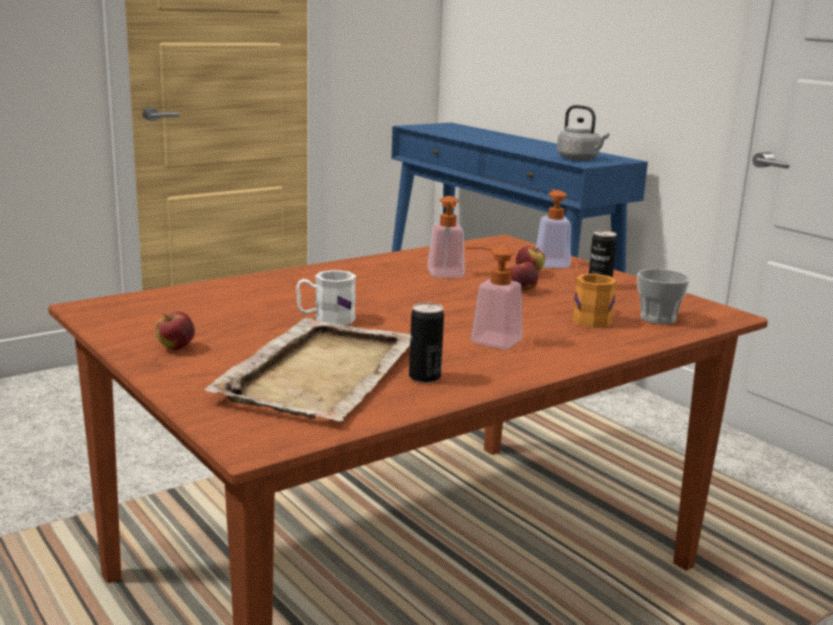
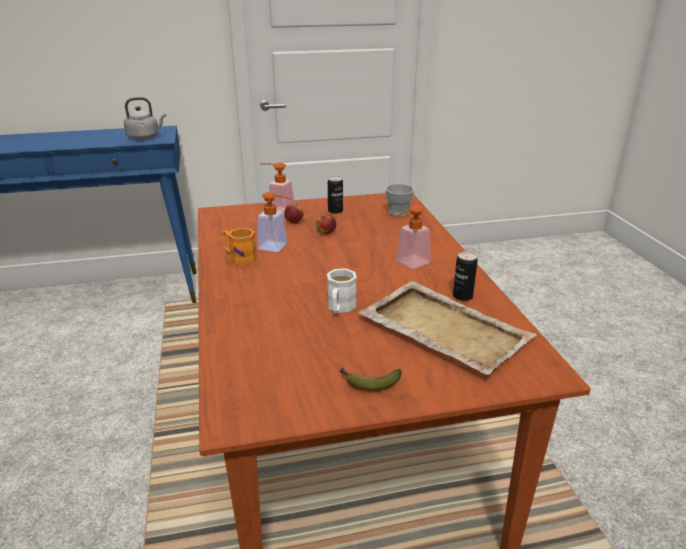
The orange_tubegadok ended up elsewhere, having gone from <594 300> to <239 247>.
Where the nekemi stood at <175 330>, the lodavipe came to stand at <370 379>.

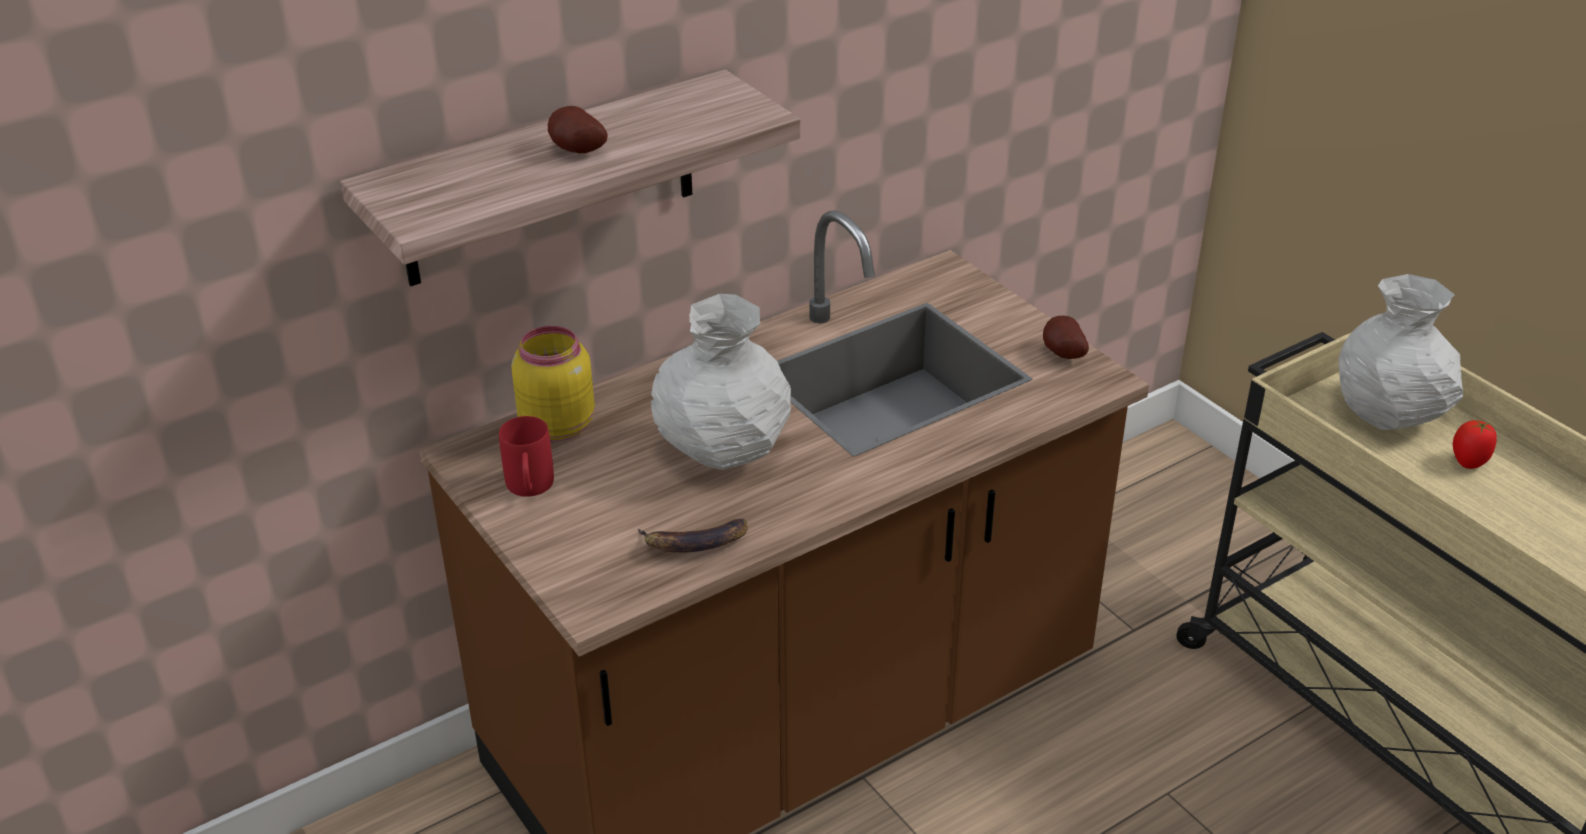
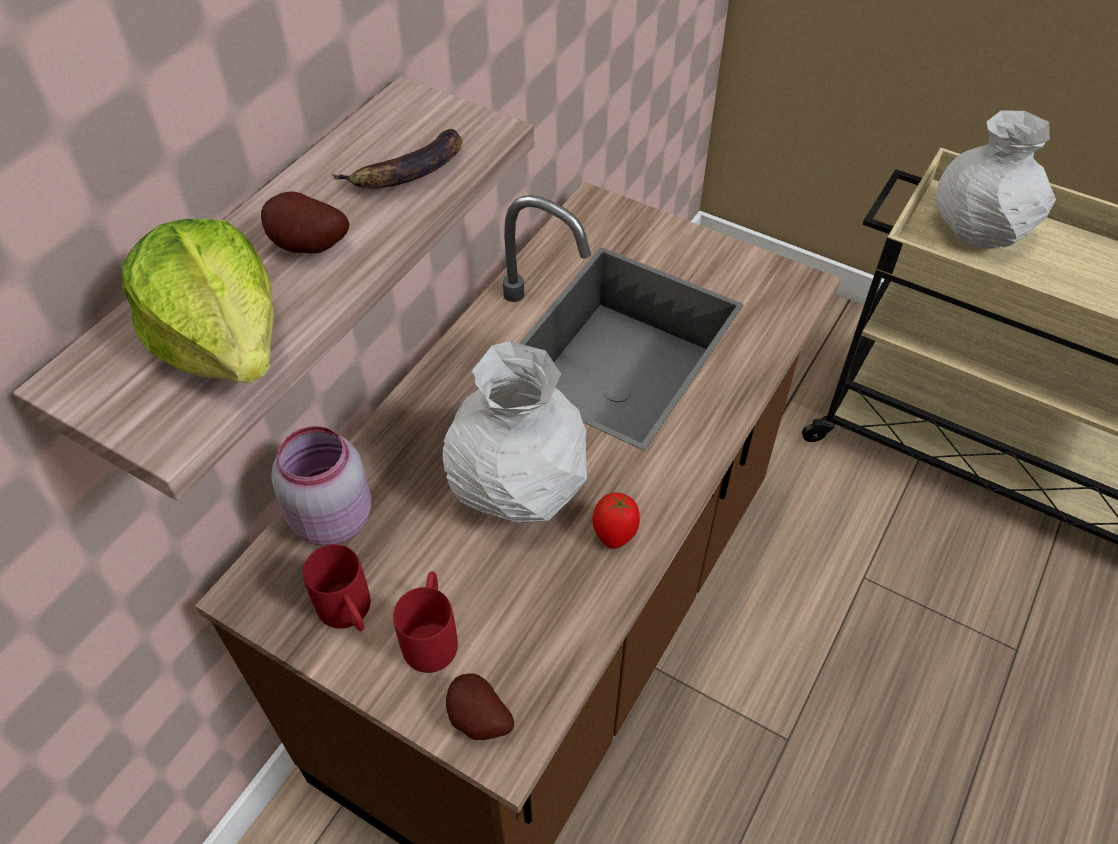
The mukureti ended up elsewhere, having gone from <1066 337> to <480 707>.
What was the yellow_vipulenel at <553 384> turned into the pink_vipulenel at <321 486>.
The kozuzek ended up elsewhere, having gone from <1475 444> to <616 520>.
The lodavipe ended up elsewhere, having gone from <693 535> to <397 158>.
The second view gained the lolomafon at <198 301>.
The second view gained the red_tubegadok at <425 622>.

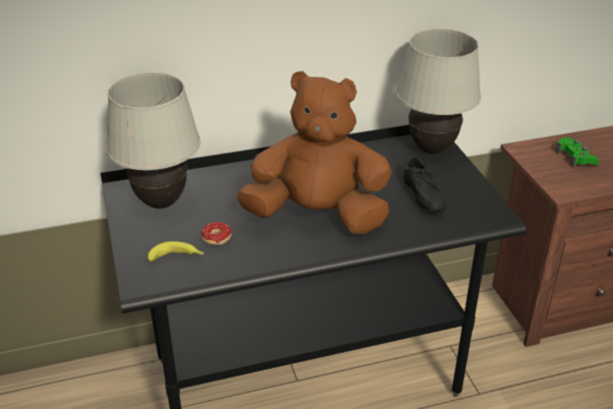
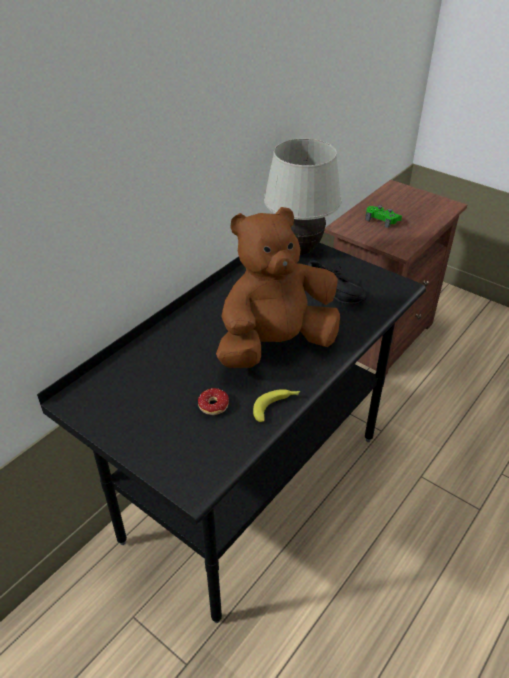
The second view lost the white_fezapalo at <153 140>.
The lodavipe ended up elsewhere, having gone from <176 251> to <276 405>.

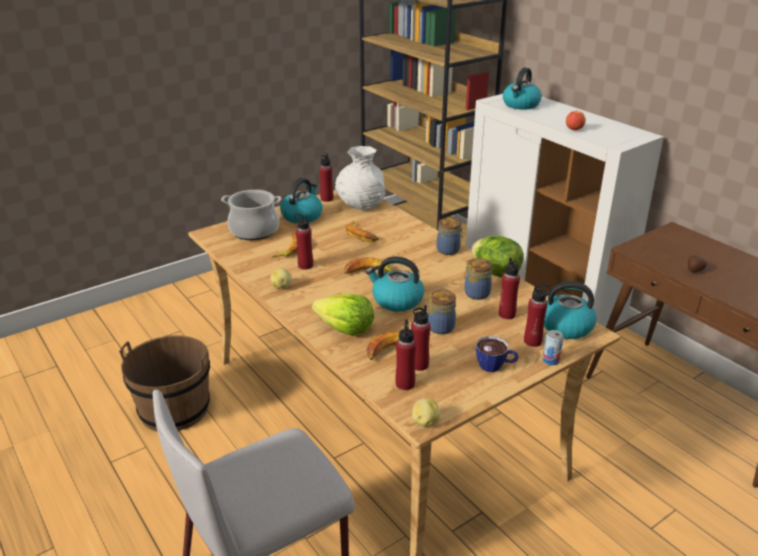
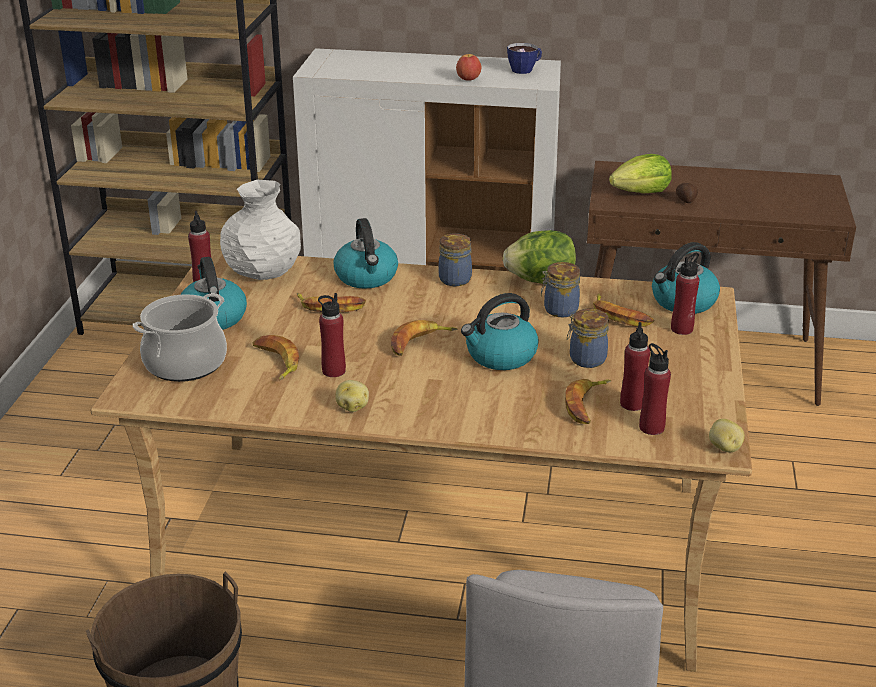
The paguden ended up elsewhere, having gone from <522 89> to <366 253>.
Where the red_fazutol stood at <509 288>, the lodavipe came to stand at <623 310>.
The lolomafon ended up elsewhere, having gone from <343 315> to <640 173>.
The second view lost the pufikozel at <552 347>.
The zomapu ended up elsewhere, having gone from <497 354> to <524 58>.

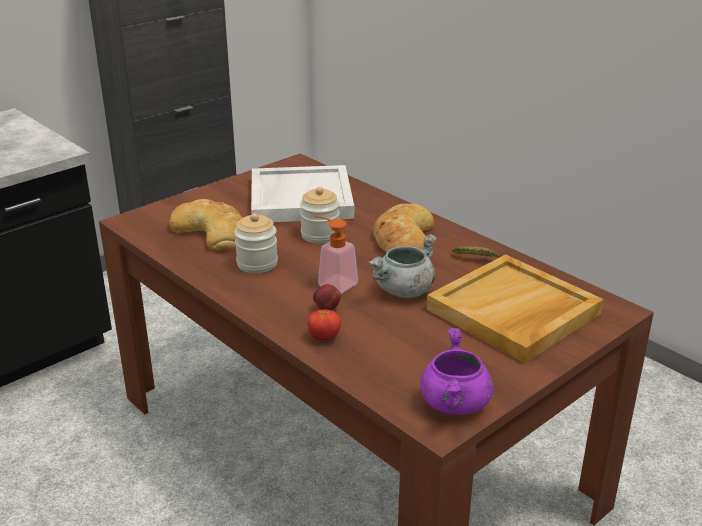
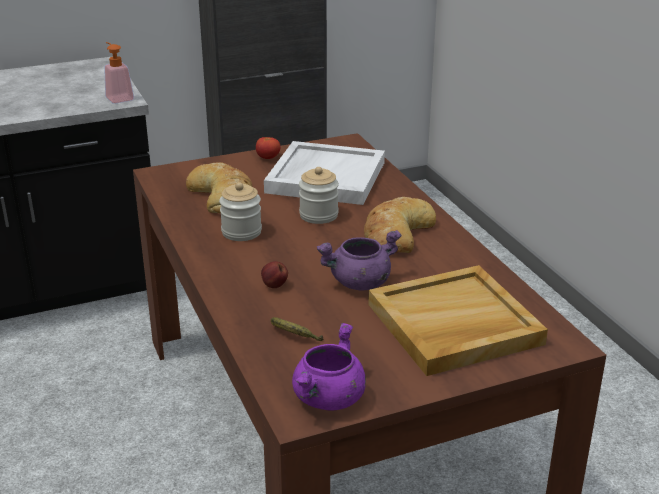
The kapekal ended up elsewhere, having gone from <336 255> to <119 73>.
What was the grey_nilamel at <402 266> turned into the purple_nilamel at <359 260>.
The lodavipe ended up elsewhere, having gone from <477 252> to <296 329>.
The kozuzek ended up elsewhere, having gone from <324 325> to <268 148>.

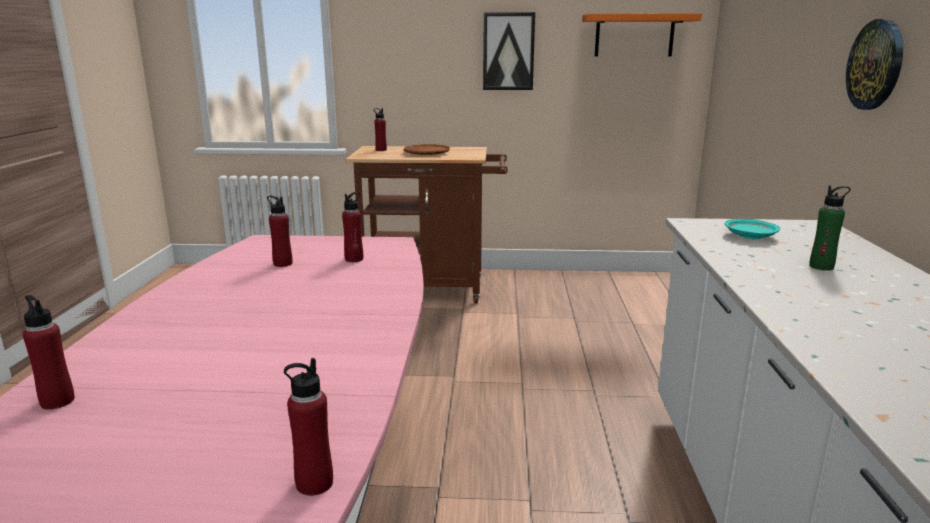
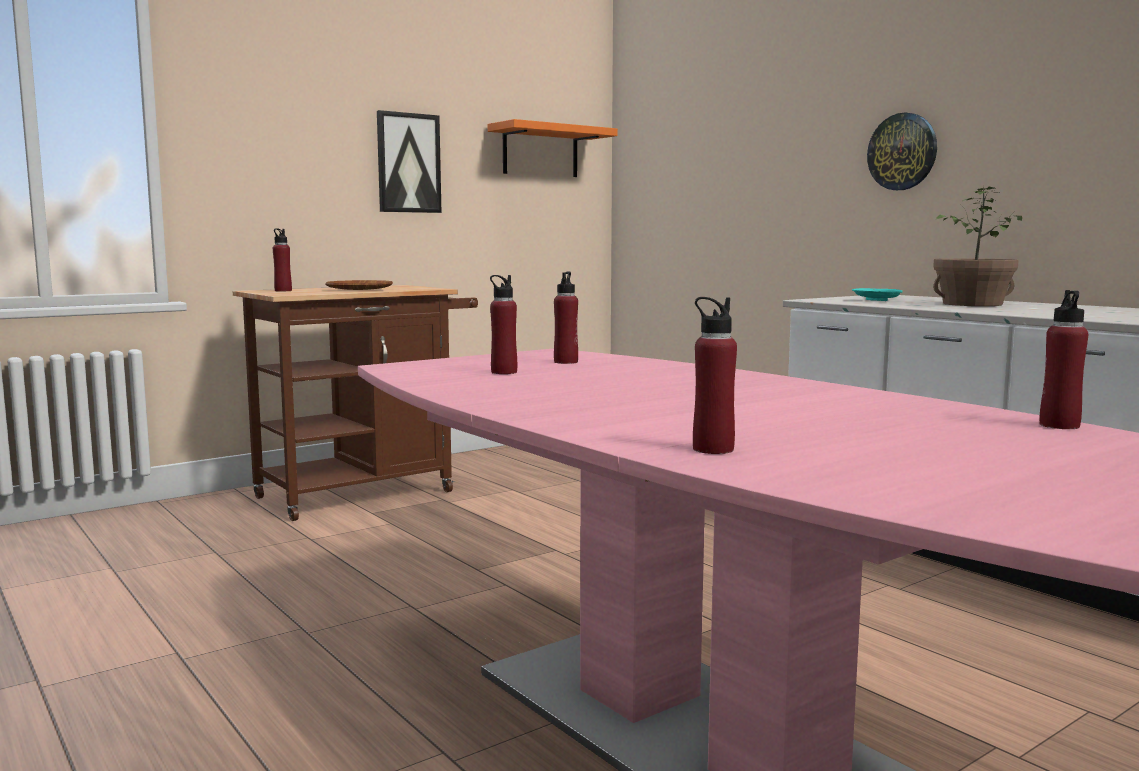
Where the green_fazutol stood at <830 228>, the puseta came to stand at <977 246>.

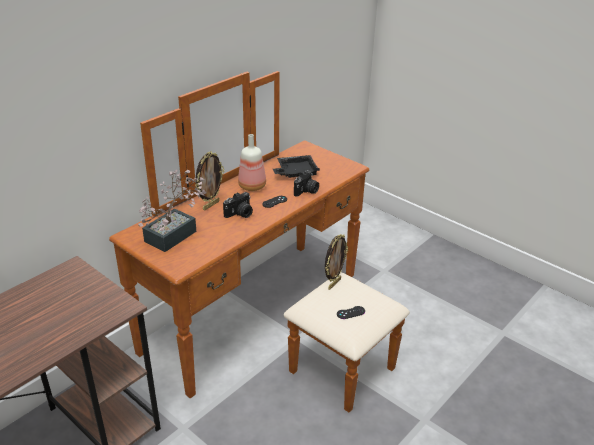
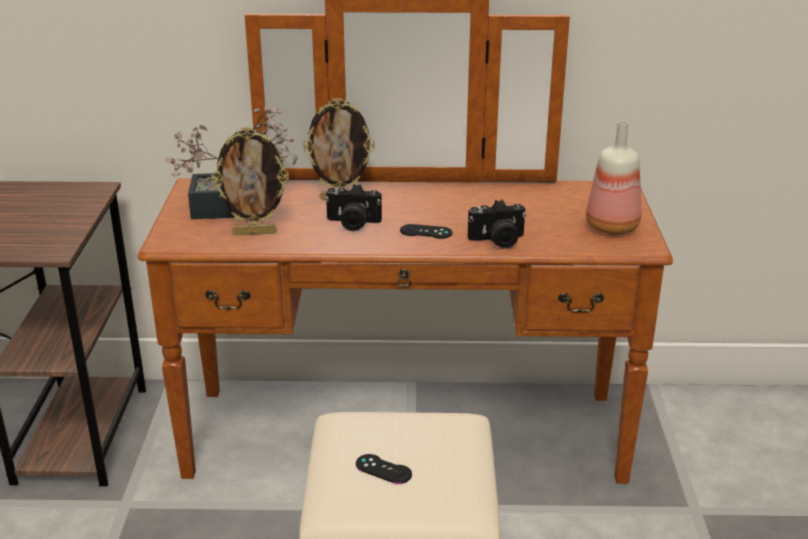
The fazutol ended up elsewhere, having gone from <252 162> to <613 177>.
The second view lost the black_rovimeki at <296 166>.
The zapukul ended up elsewhere, having gone from <336 262> to <250 181>.

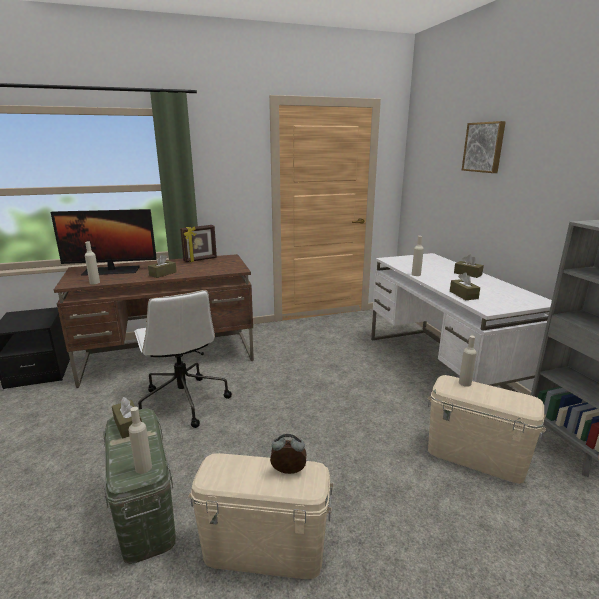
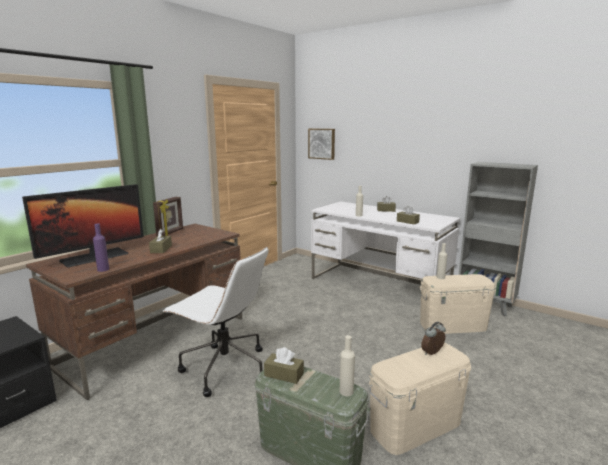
The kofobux ended up elsewhere, having gone from <484 147> to <321 144>.
What was the beige_fazutol at <92 262> turned into the purple_fazutol at <101 248>.

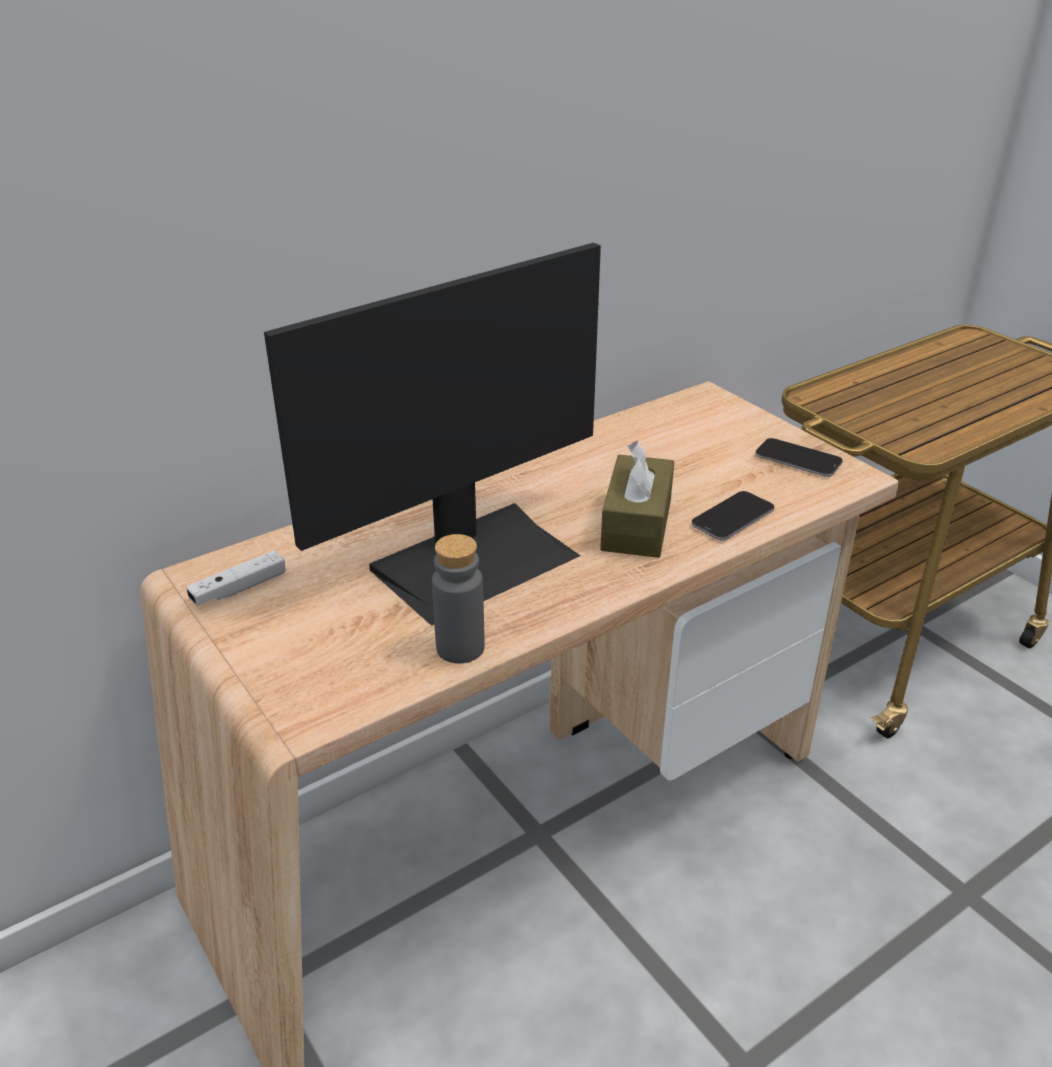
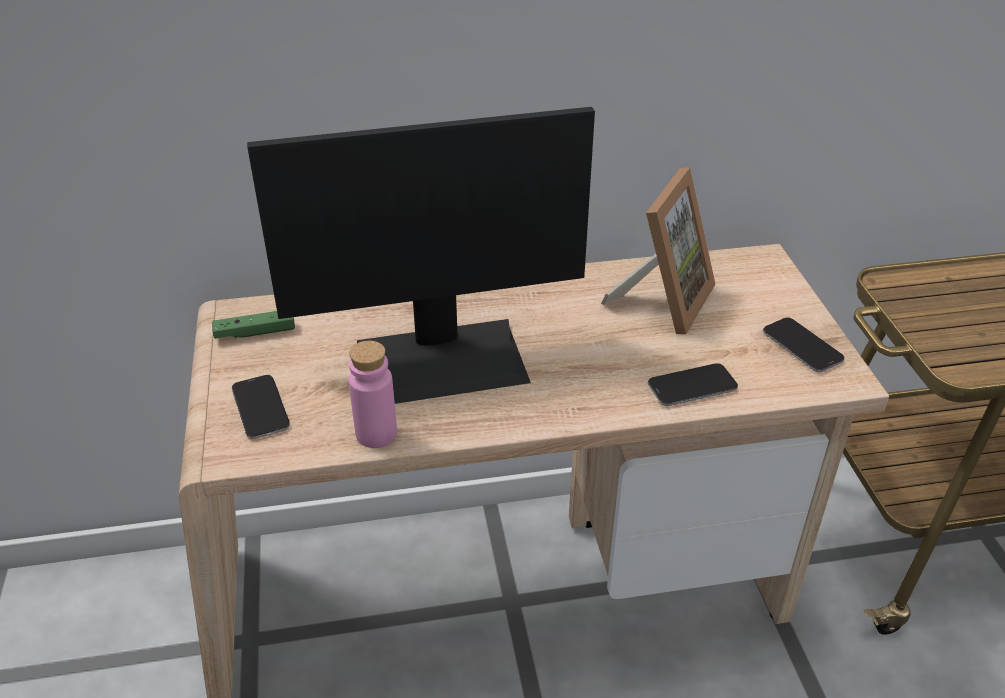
The second view lost the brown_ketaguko at <637 499>.
What was the grey_fazutol at <458 598> turned into the pink_fazutol at <373 394>.
What was the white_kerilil at <236 578> turned into the green_kerilil at <253 325>.
The second view gained the zapukul at <658 250>.
The second view gained the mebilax at <261 407>.

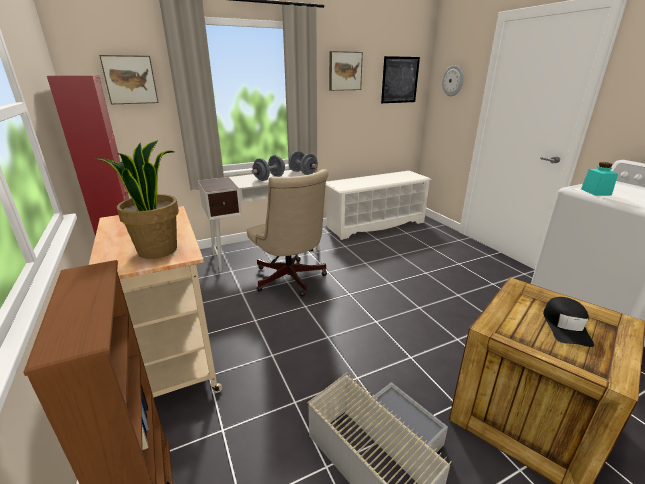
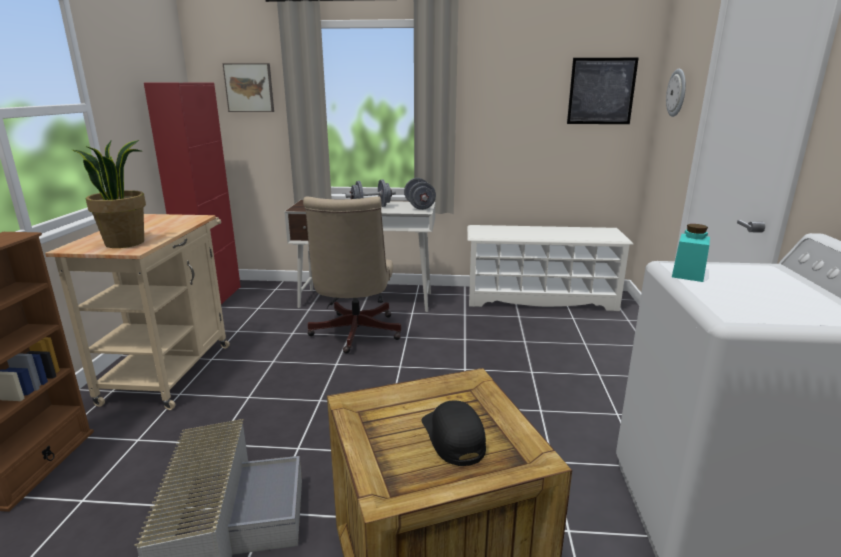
The second view lost the kofobux at <346 71>.
The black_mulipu at <568 322> ended up facing another way, 120 degrees clockwise from before.

